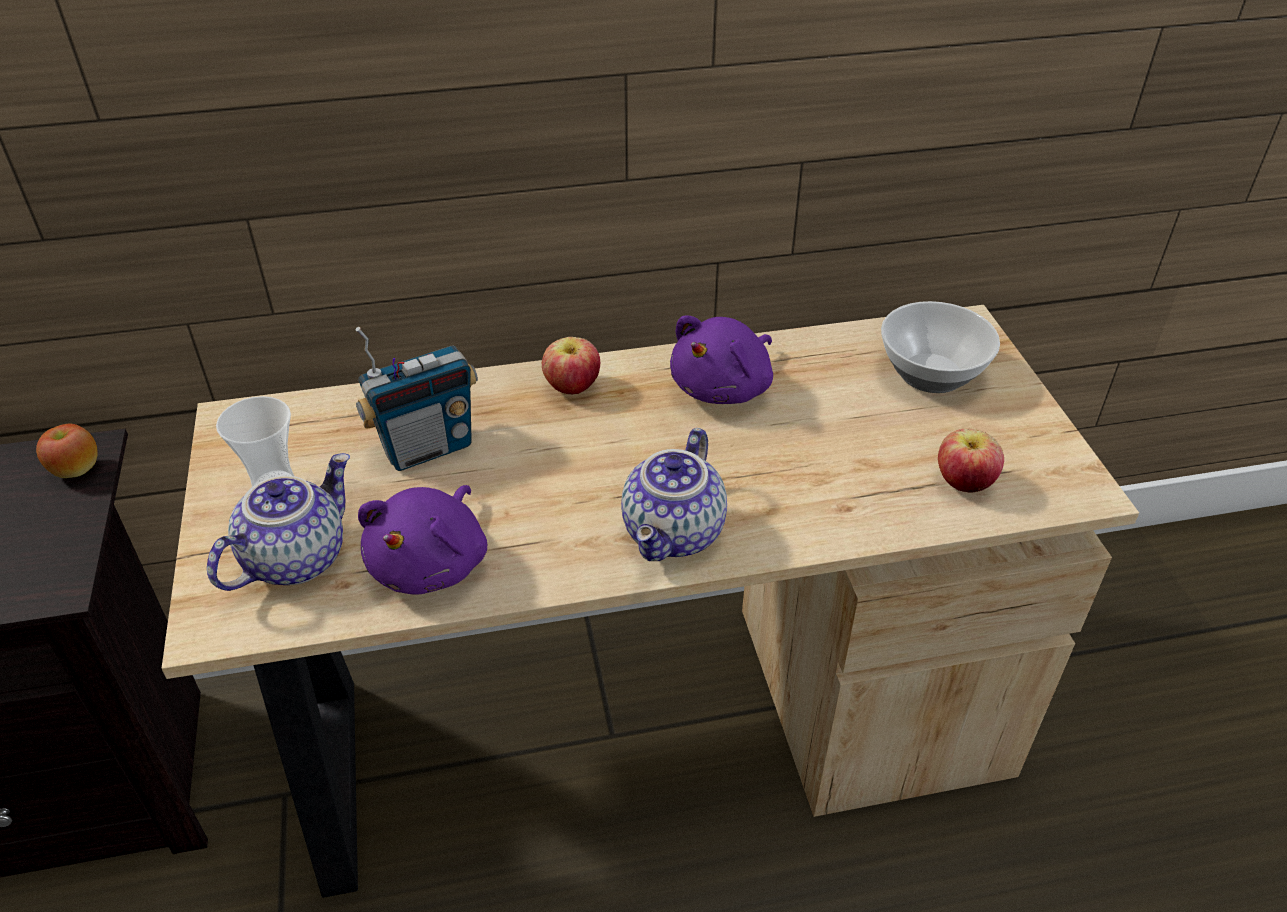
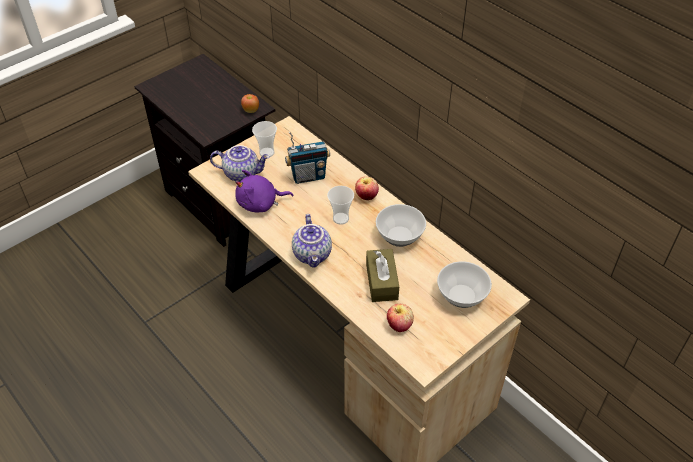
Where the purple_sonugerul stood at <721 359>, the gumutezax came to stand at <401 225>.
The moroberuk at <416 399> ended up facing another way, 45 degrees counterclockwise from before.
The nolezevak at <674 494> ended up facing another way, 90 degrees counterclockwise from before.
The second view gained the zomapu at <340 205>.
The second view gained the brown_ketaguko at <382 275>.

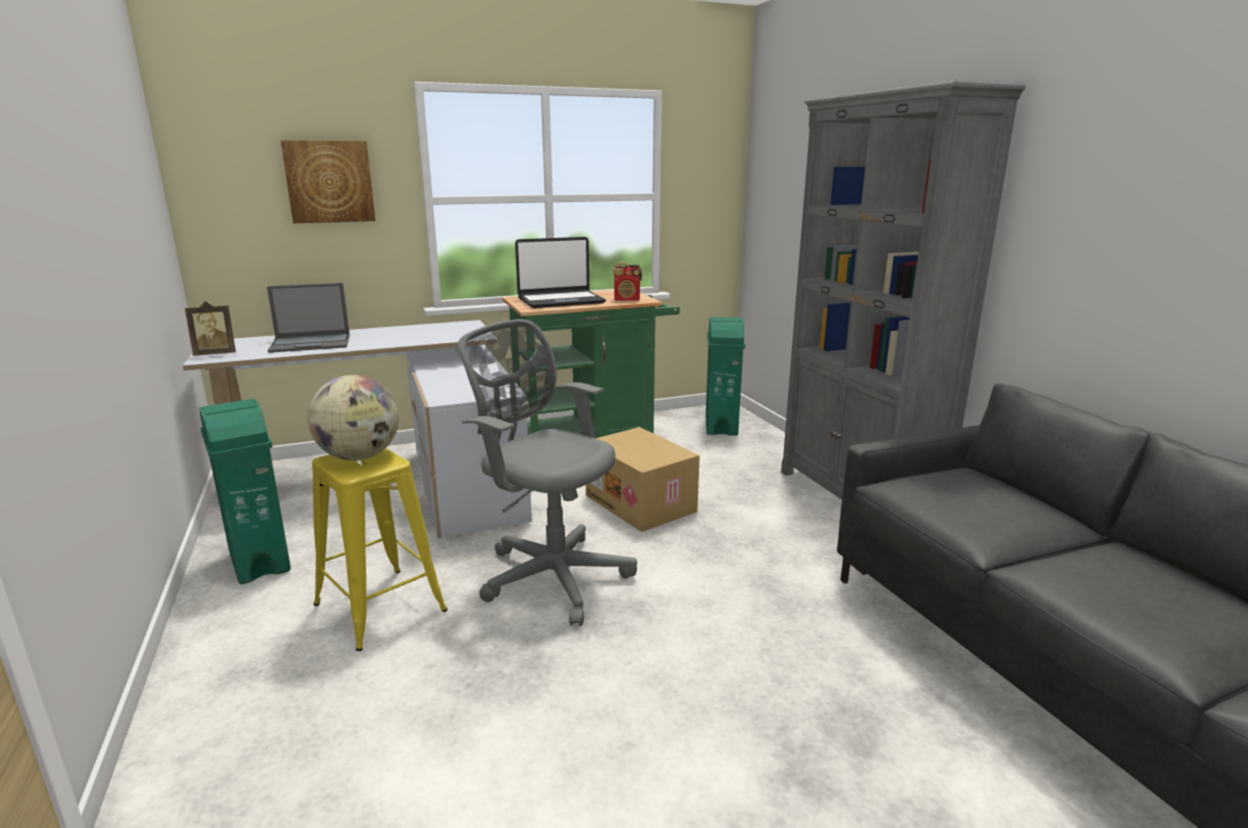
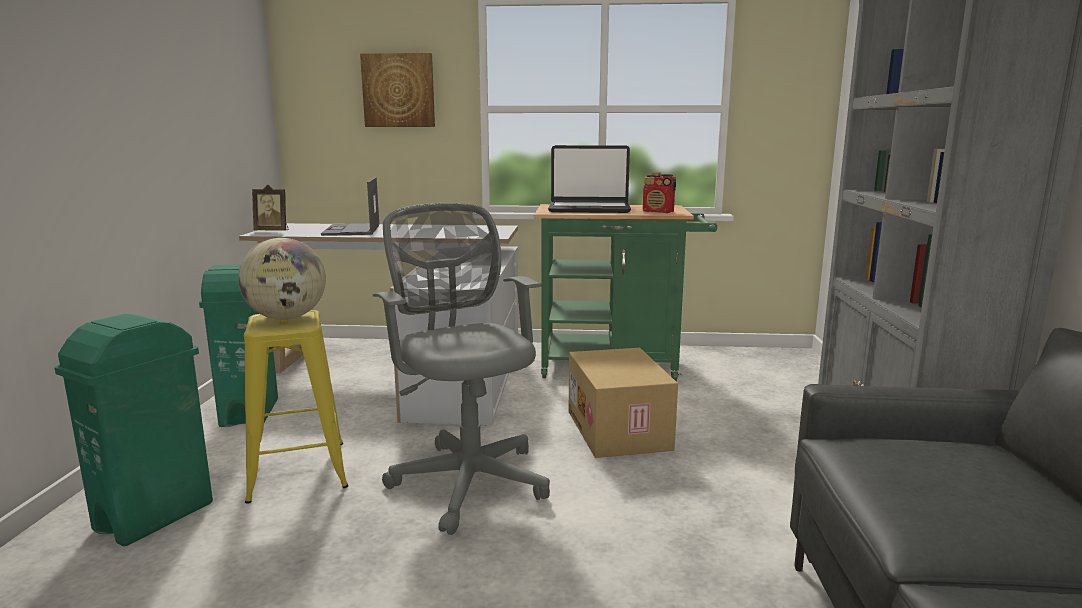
The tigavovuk at <308 318> ended up facing another way, 75 degrees clockwise from before.
The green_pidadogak ended up elsewhere, having gone from <725 376> to <133 430>.

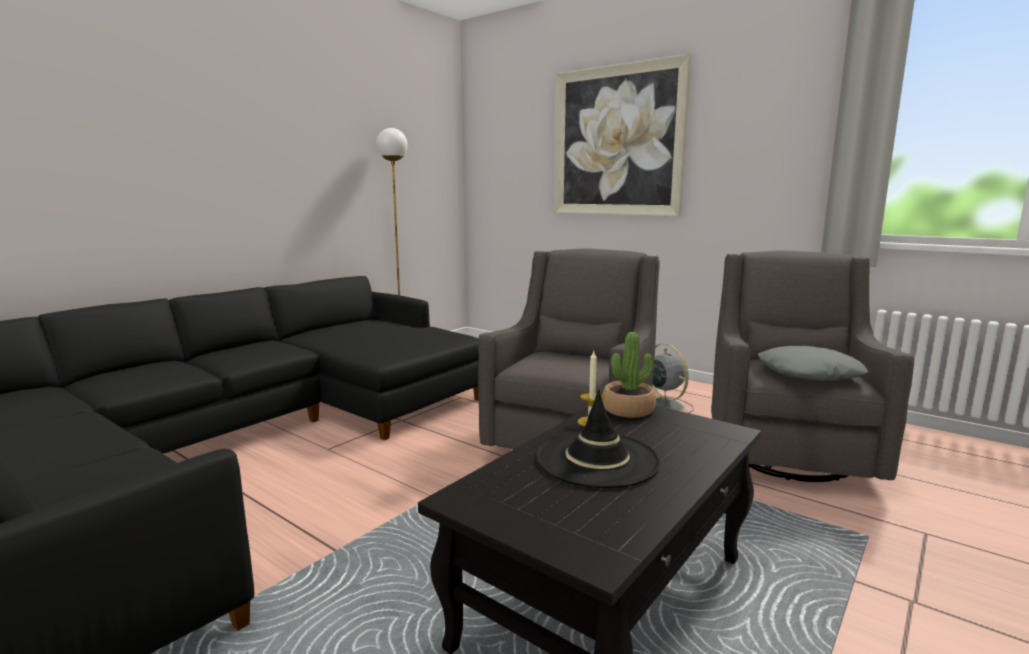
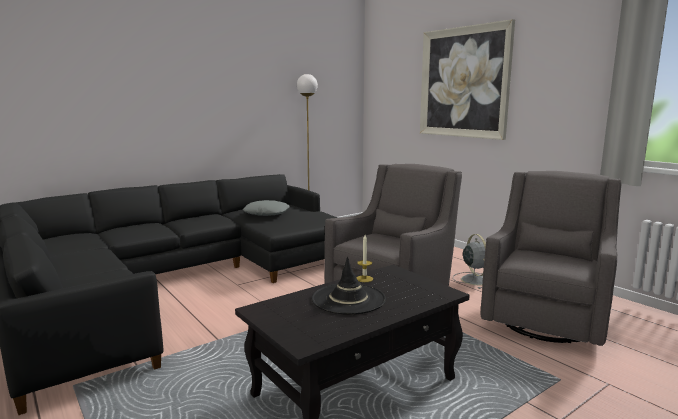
The second view lost the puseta at <629 375>.
The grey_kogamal ended up elsewhere, having gone from <813 363> to <266 208>.

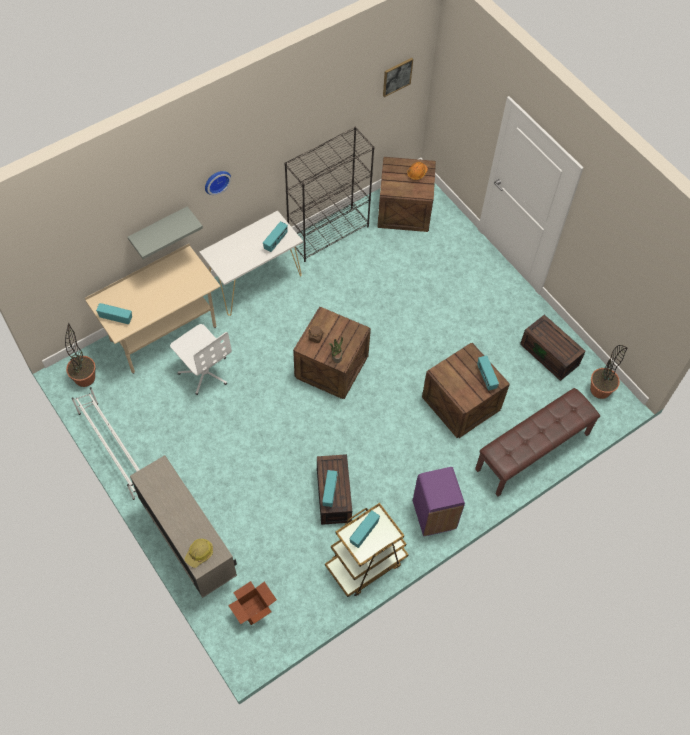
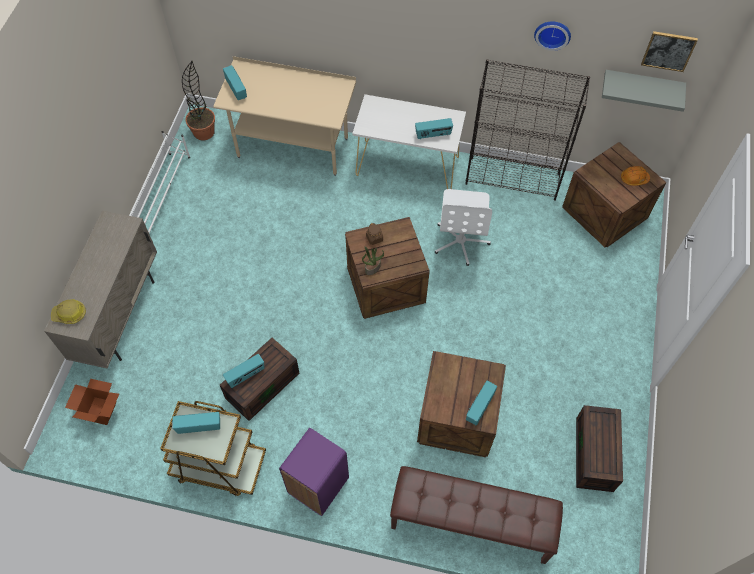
The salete ended up elsewhere, having gone from <218 183> to <552 36>.
The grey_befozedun ended up elsewhere, having gone from <165 232> to <644 91>.
The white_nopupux ended up elsewhere, having gone from <201 359> to <463 227>.
The second view lost the puseta at <609 372>.

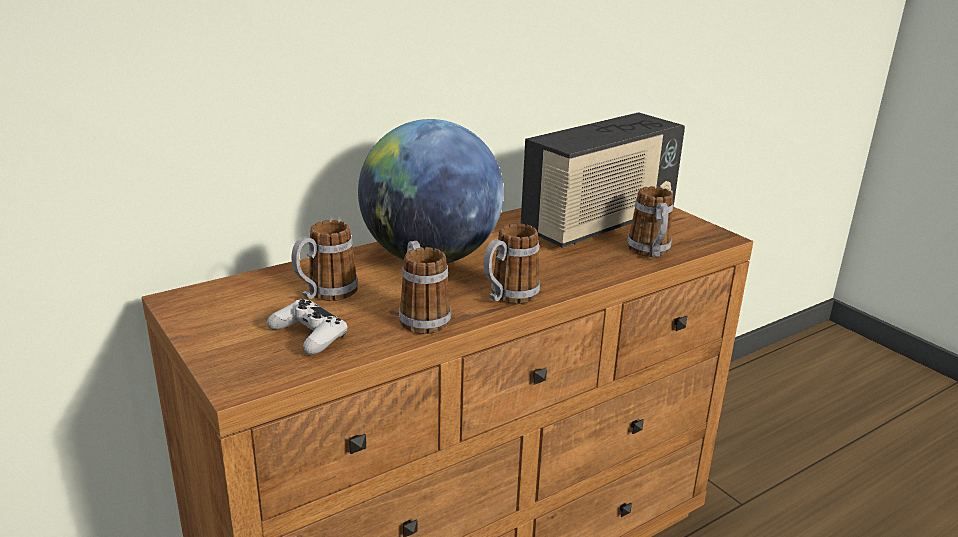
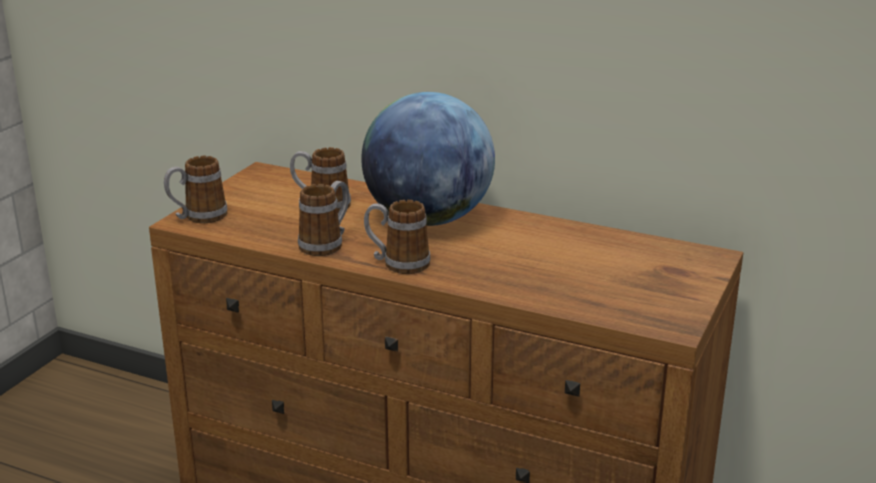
The second view lost the moroberuk at <603 180>.
The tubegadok ended up elsewhere, having gone from <650 221> to <195 189>.
The second view lost the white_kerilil at <307 327>.

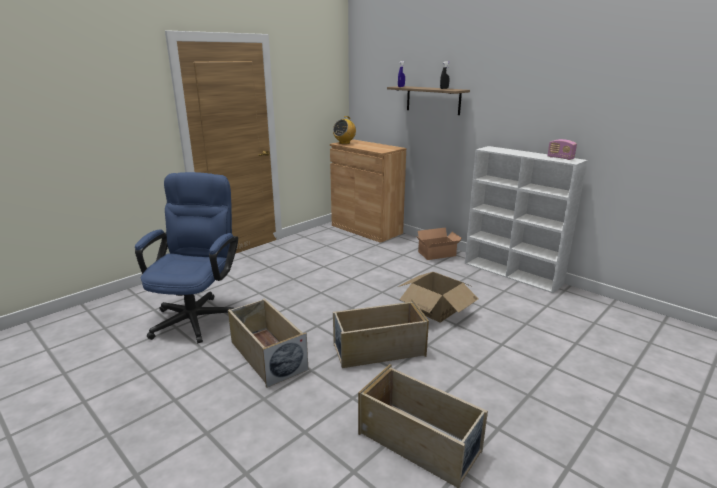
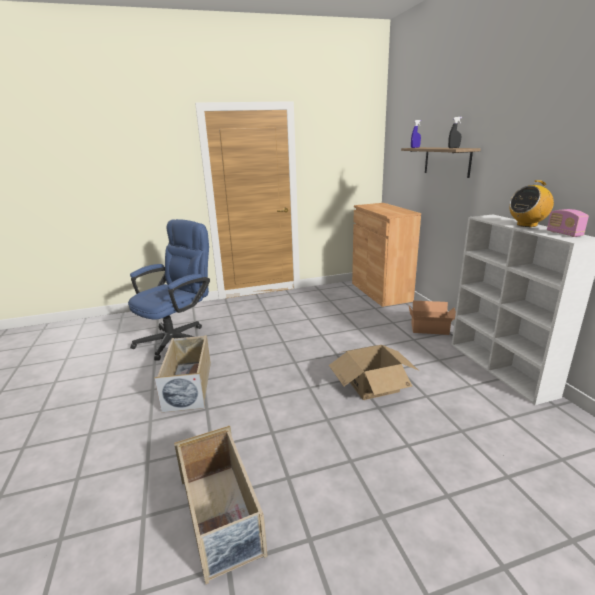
The moroberuk ended up elsewhere, having gone from <344 130> to <531 203>.
The second view lost the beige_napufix at <381 334>.

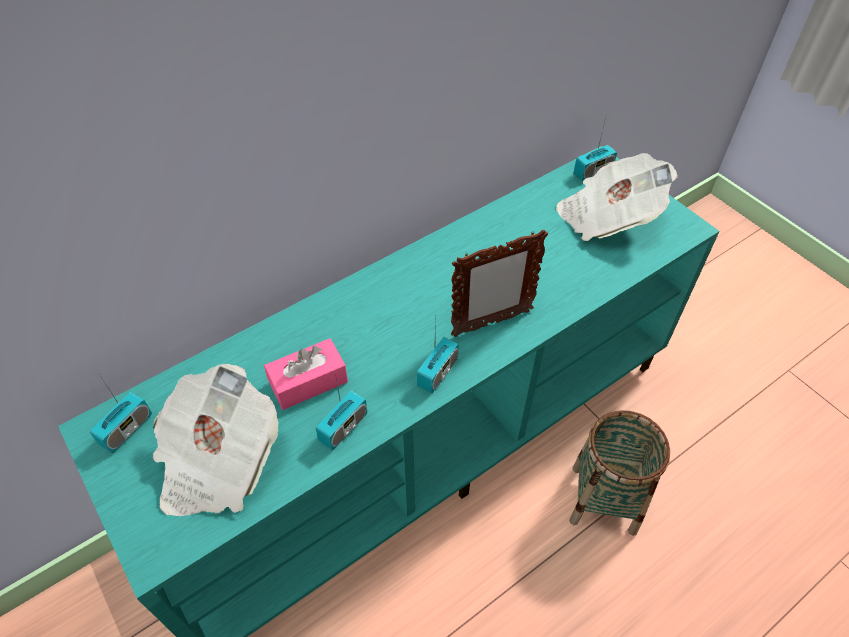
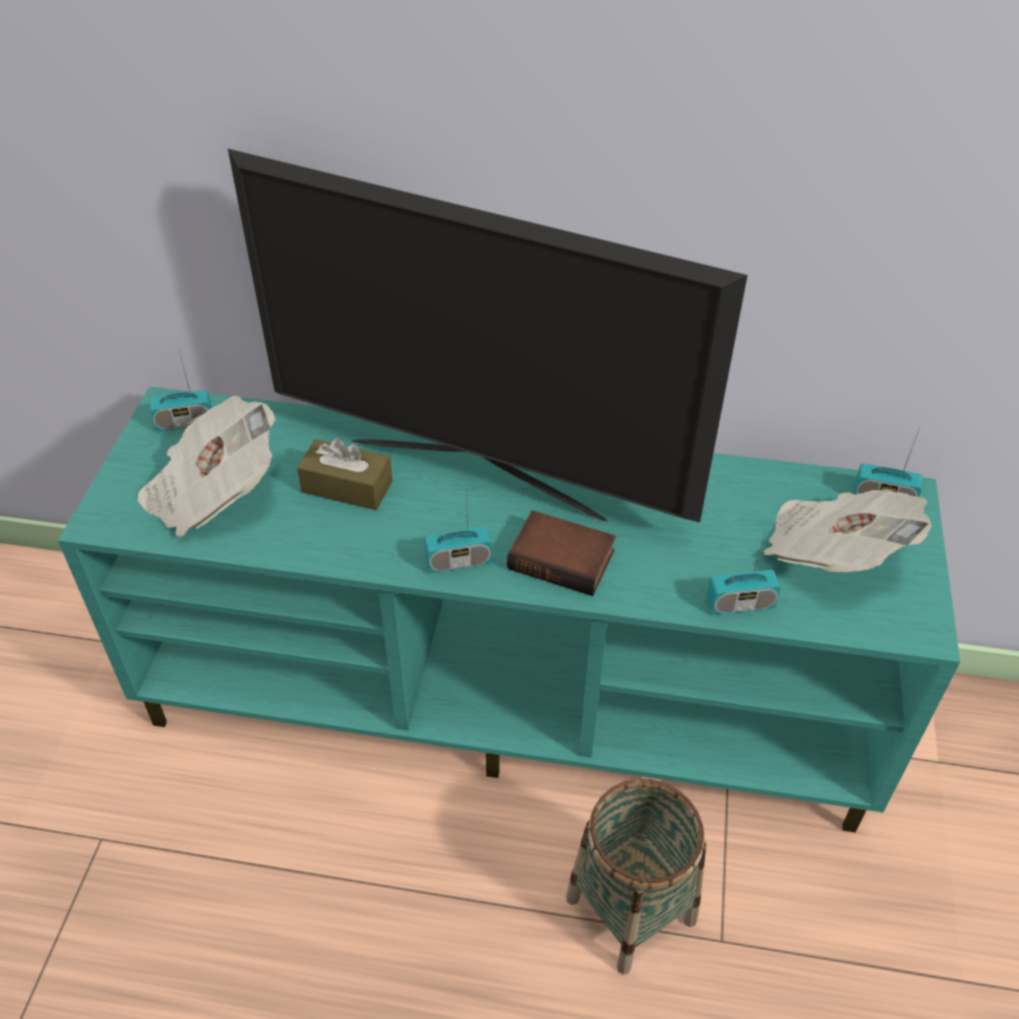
Where the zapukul stood at <499 283>, the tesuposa came to stand at <561 553>.
What was the pink_ketaguko at <306 374> turned into the brown_ketaguko at <345 474>.
The moroberuk ended up elsewhere, having gone from <341 411> to <744 571>.
The second view gained the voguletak at <488 335>.

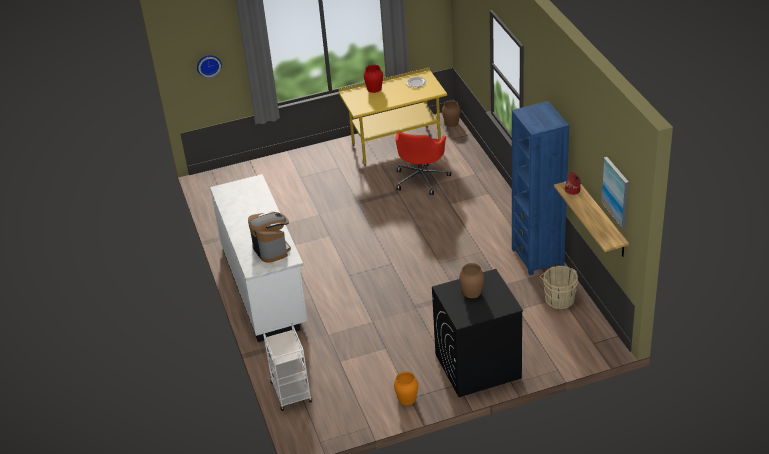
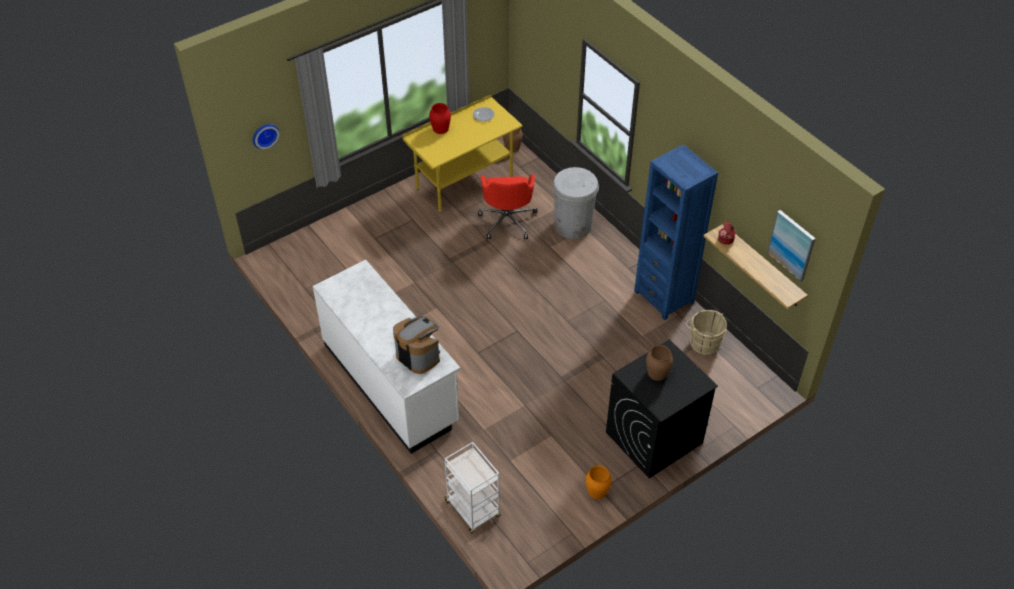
The second view gained the white_pidadogak at <575 203>.

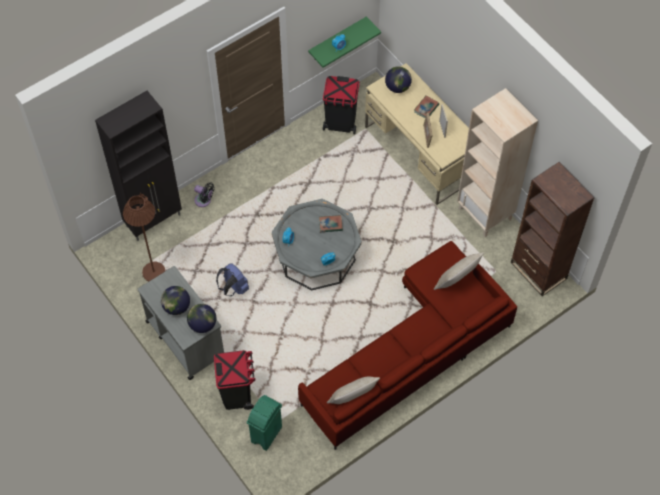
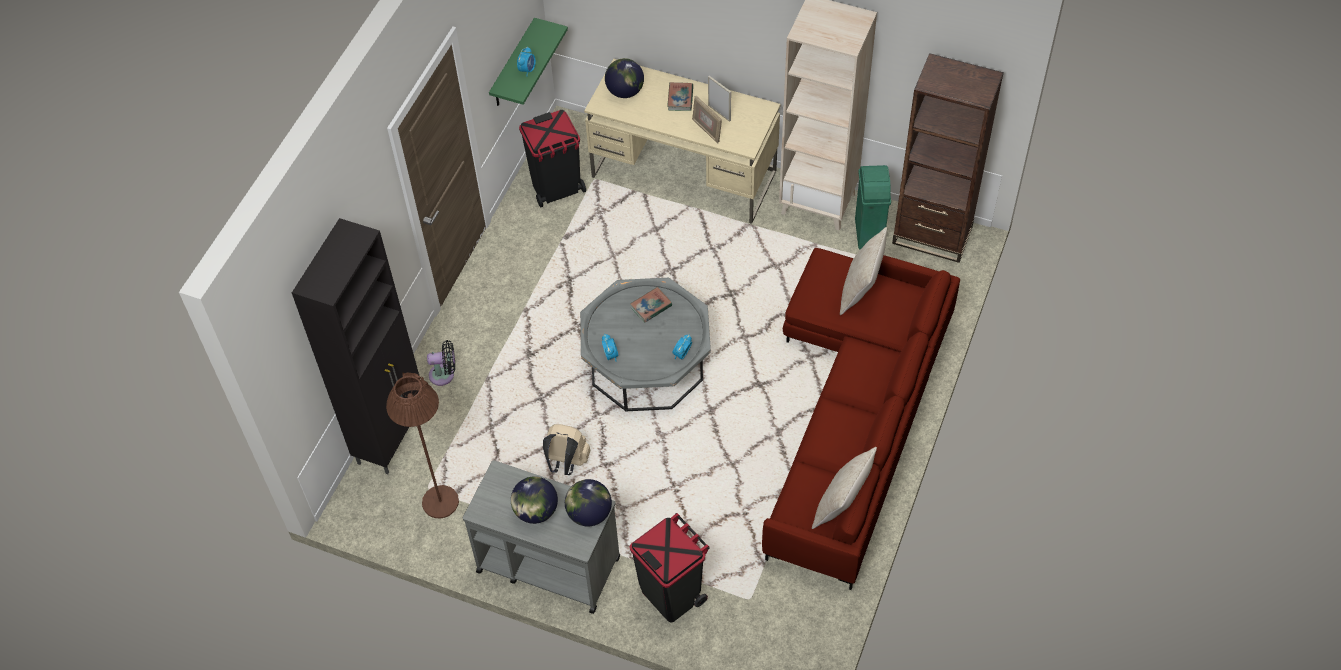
What was the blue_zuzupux at <232 279> turned into the beige_zuzupux at <567 449>.
The green_pidadogak ended up elsewhere, having gone from <264 423> to <873 207>.

